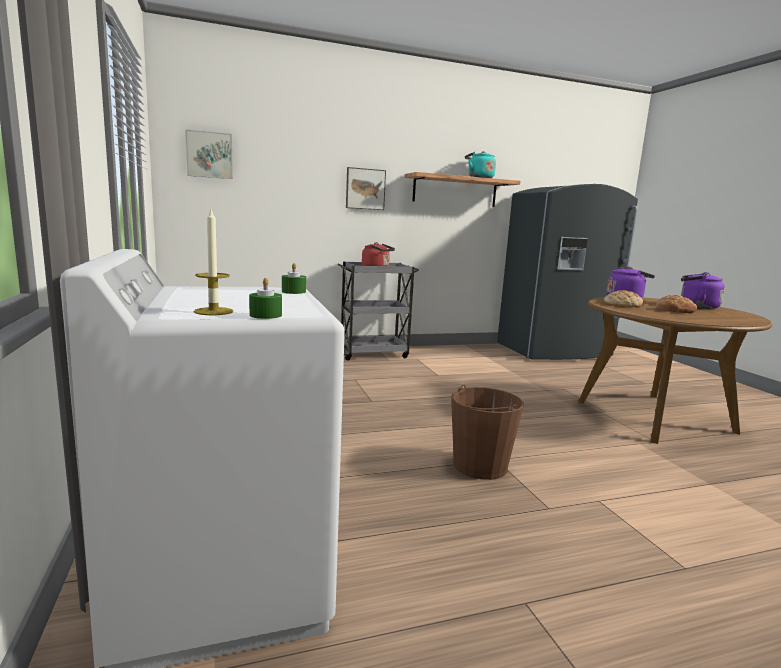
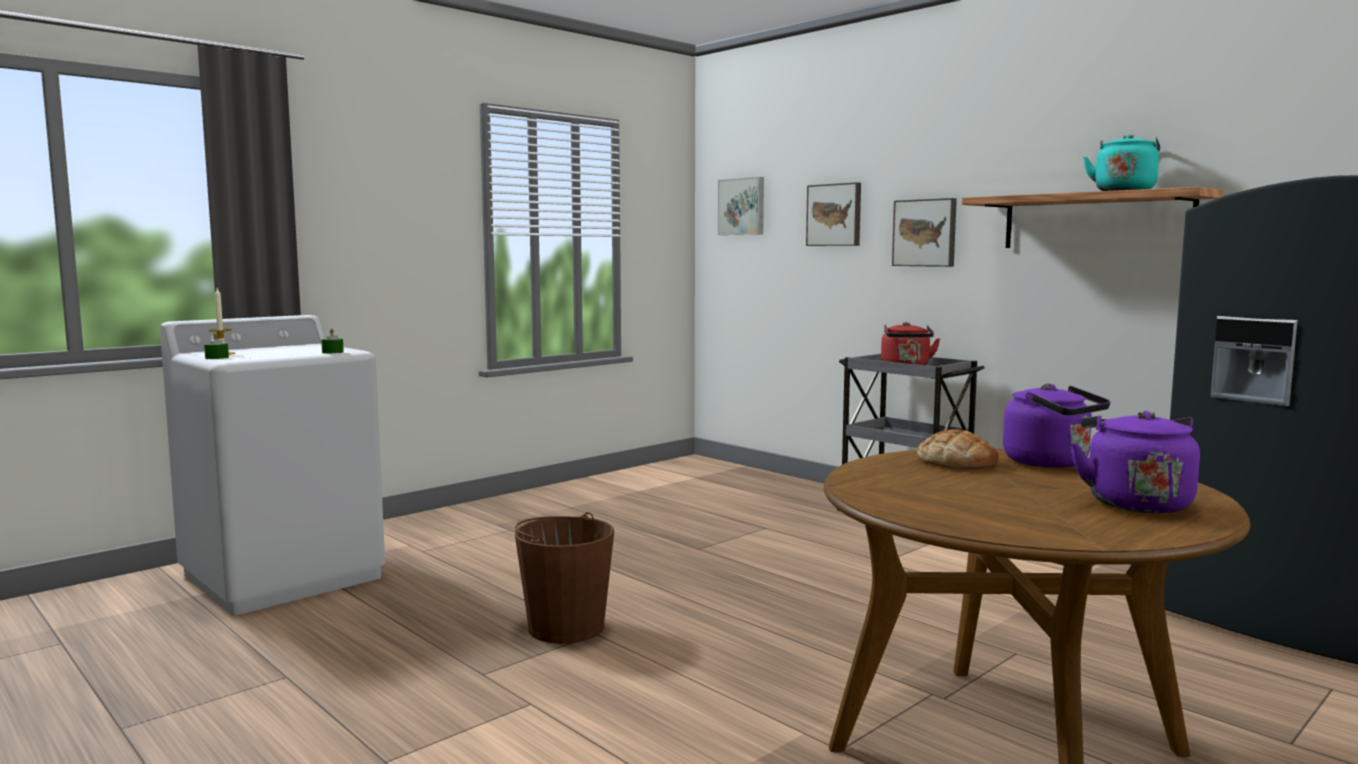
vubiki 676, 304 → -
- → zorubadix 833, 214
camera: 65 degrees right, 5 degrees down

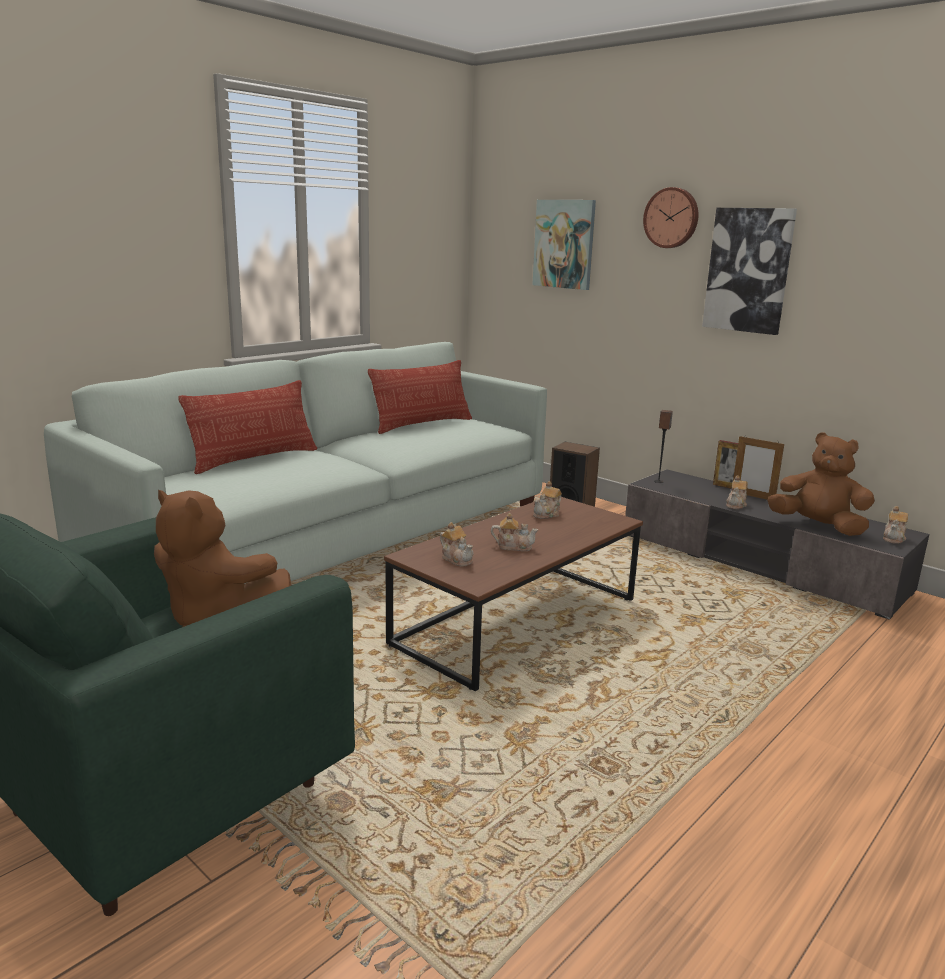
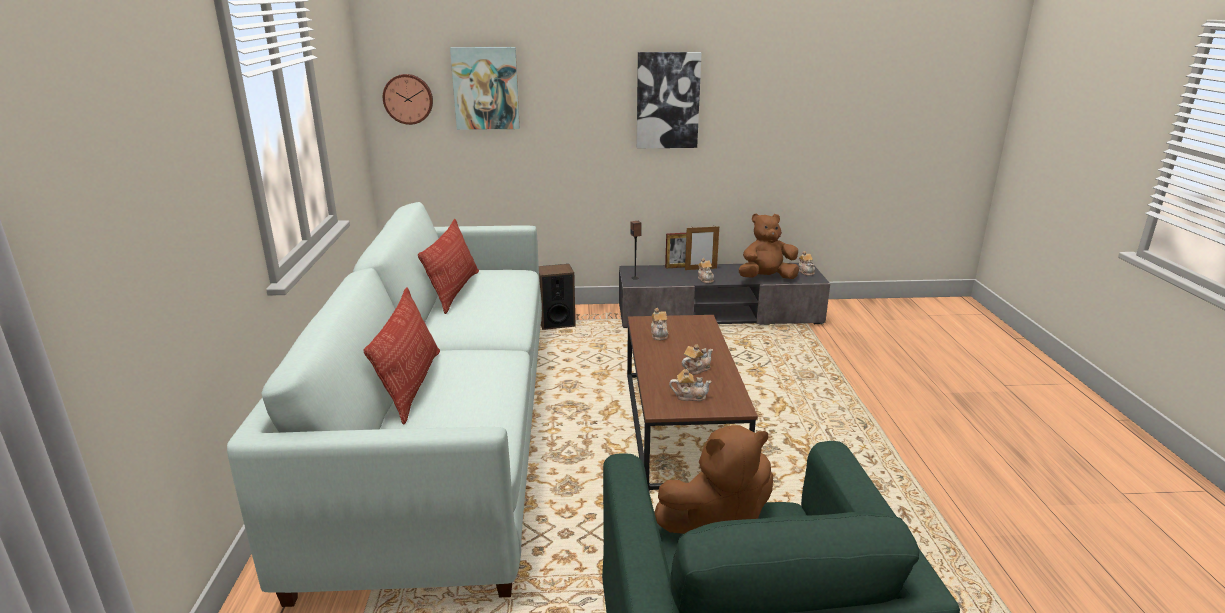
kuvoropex 670, 217 → kuvoropex 408, 99, move
camera: 45 degrees left, 5 degrees up

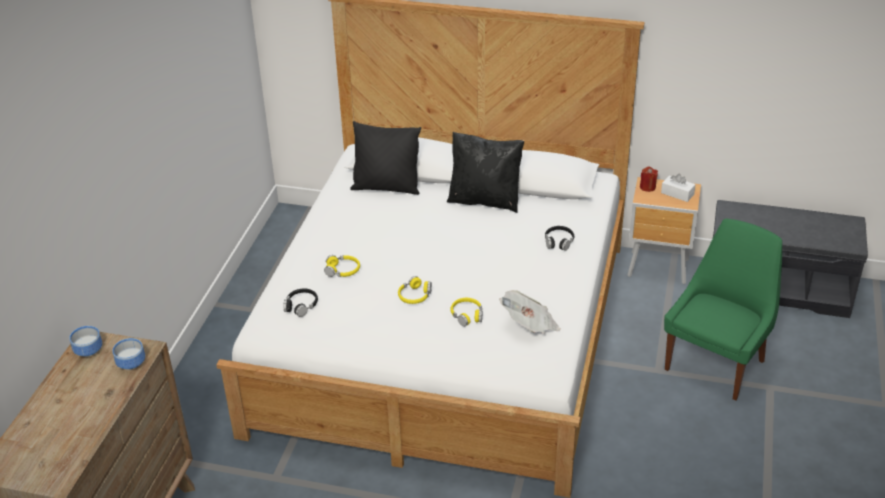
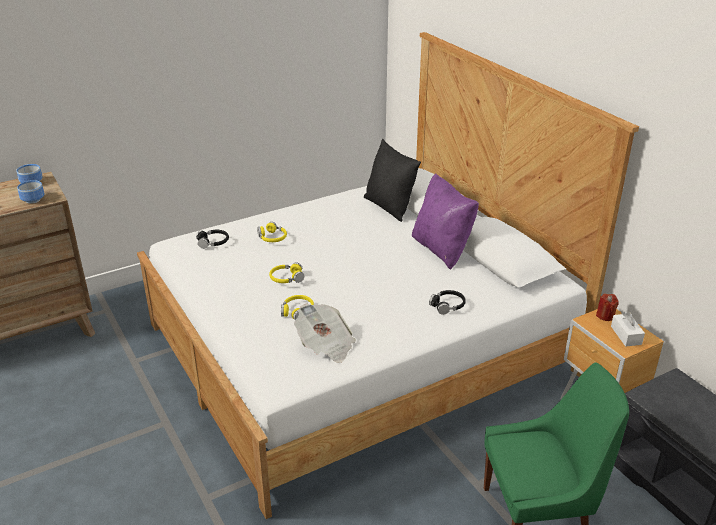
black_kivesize 485, 172 → purple_kivesize 445, 221
camera: 45 degrees right, 5 degrees down

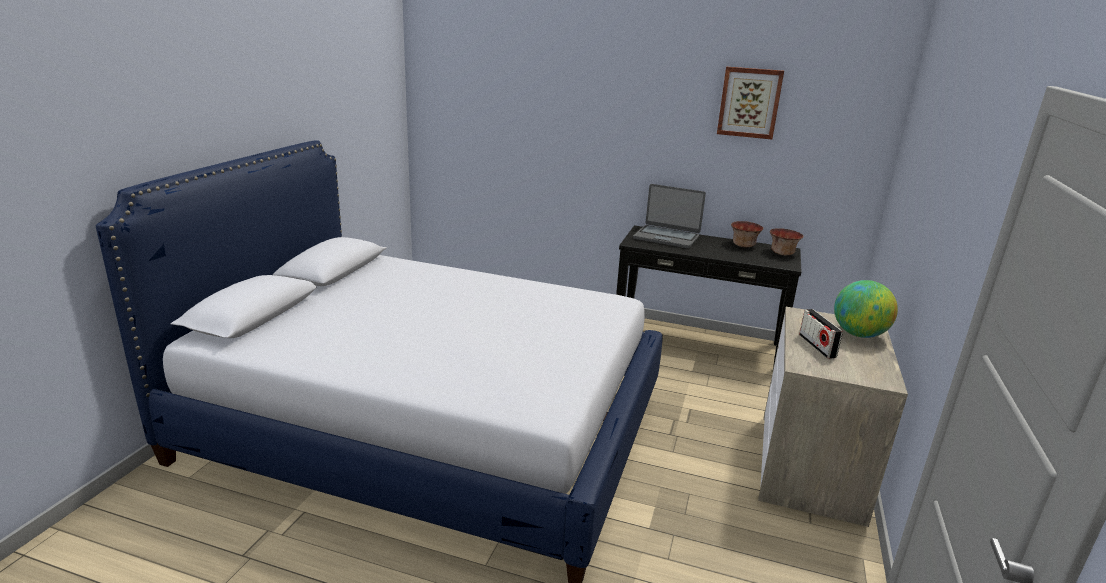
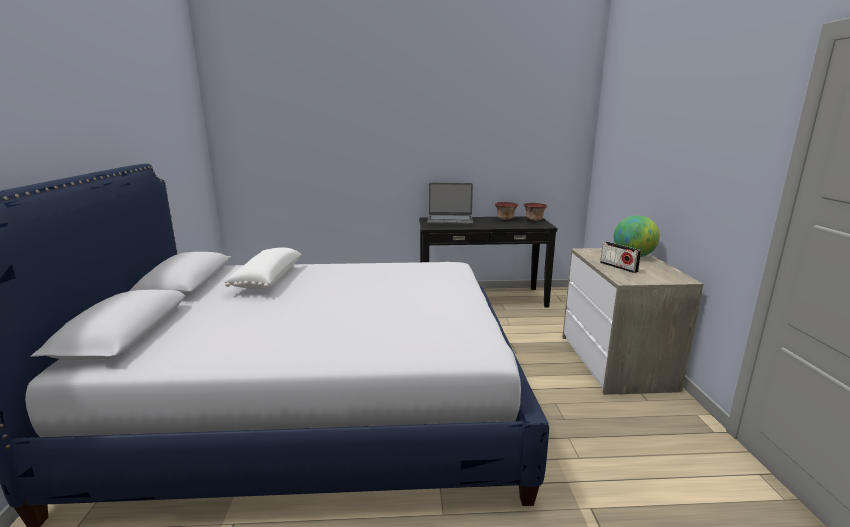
zorubadix 750, 103 → -
- → white_kivesize 262, 268
camera: 20 degrees left, 5 degrees down

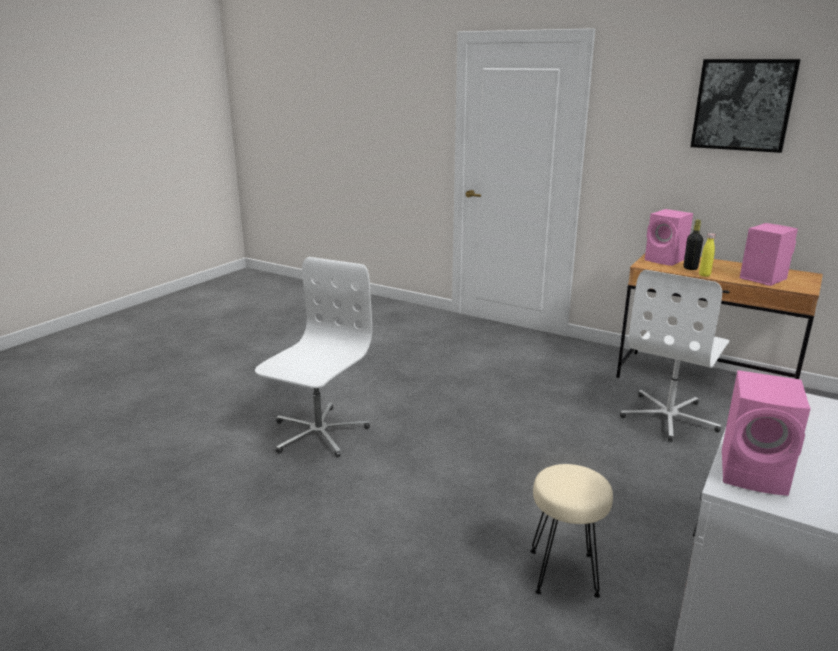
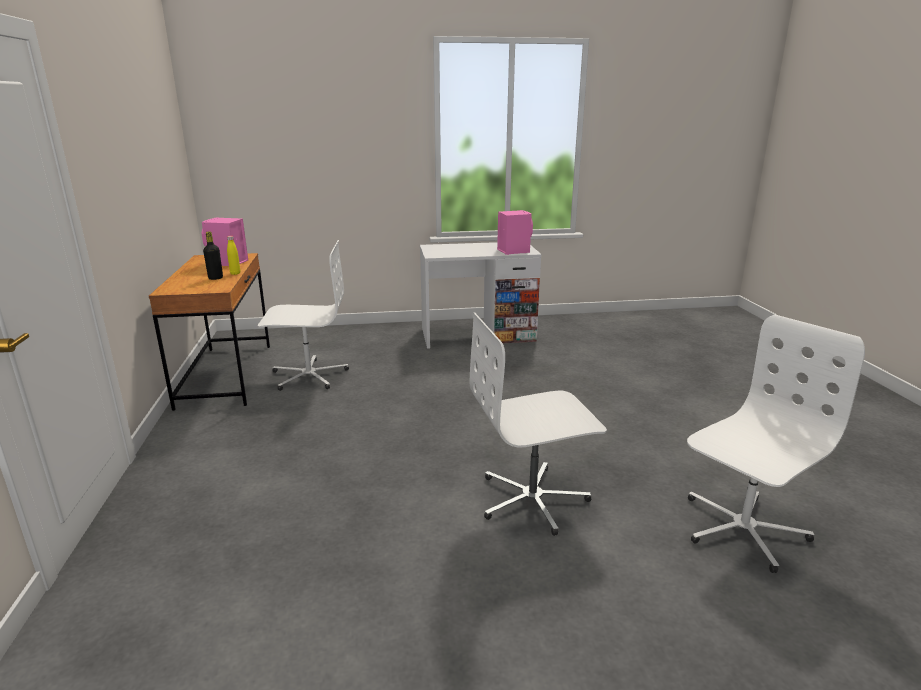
zorubadix 745, 106 → -
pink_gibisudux 669, 237 → -
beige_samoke 571, 531 → -
- → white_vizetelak 776, 444
camera: 130 degrees left, 0 degrees up

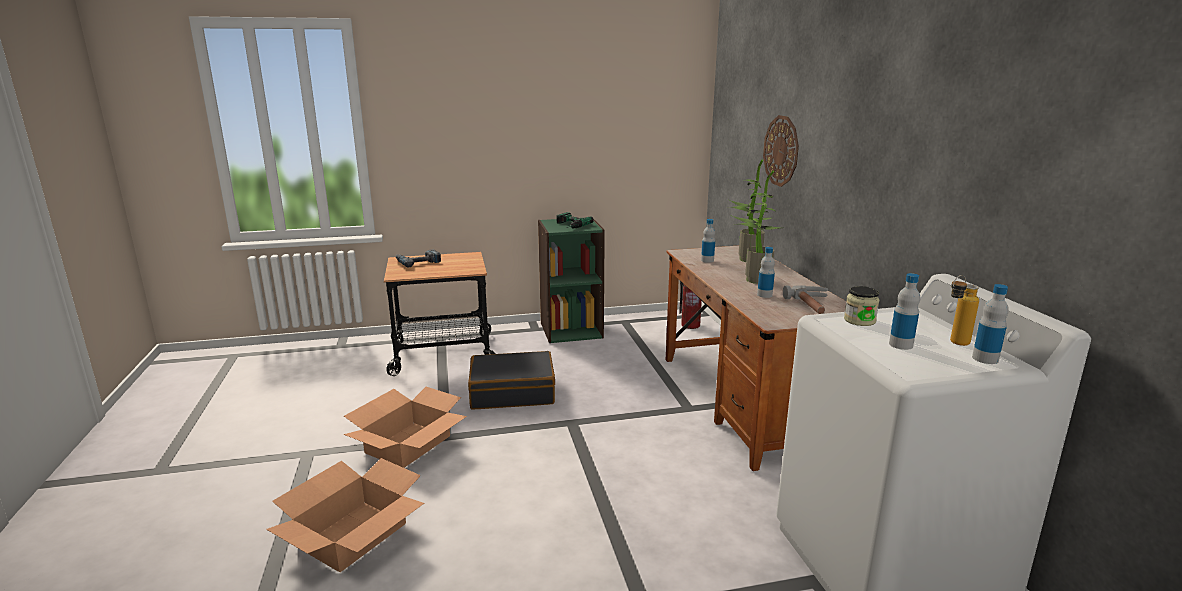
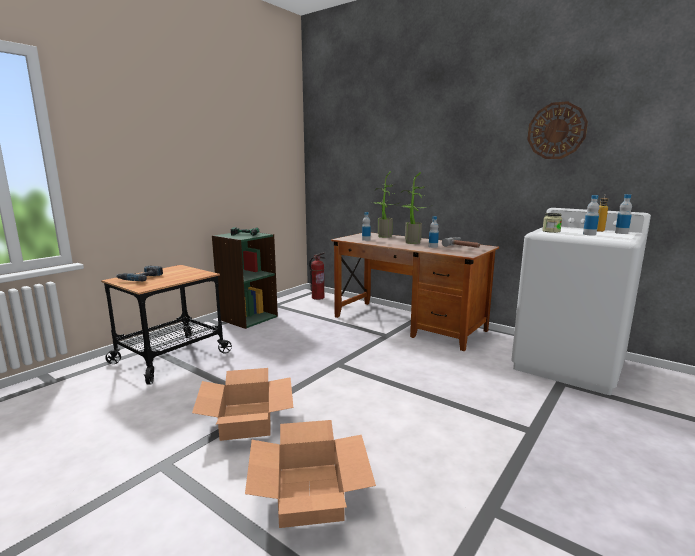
kuvoropex 781, 151 → kuvoropex 557, 130, move
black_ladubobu 511, 380 → -
camera: 40 degrees left, 5 degrees down

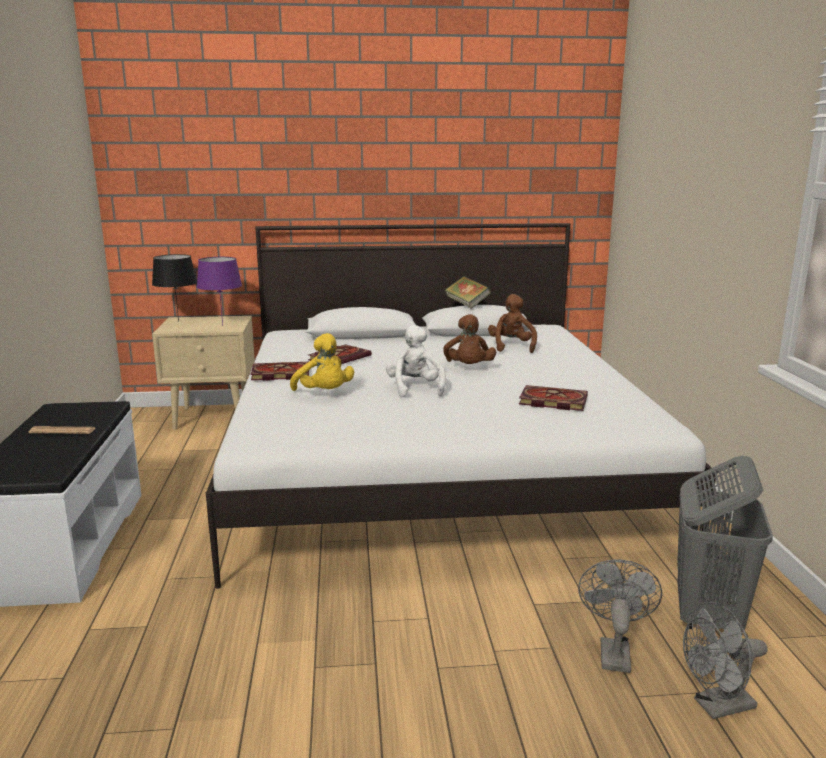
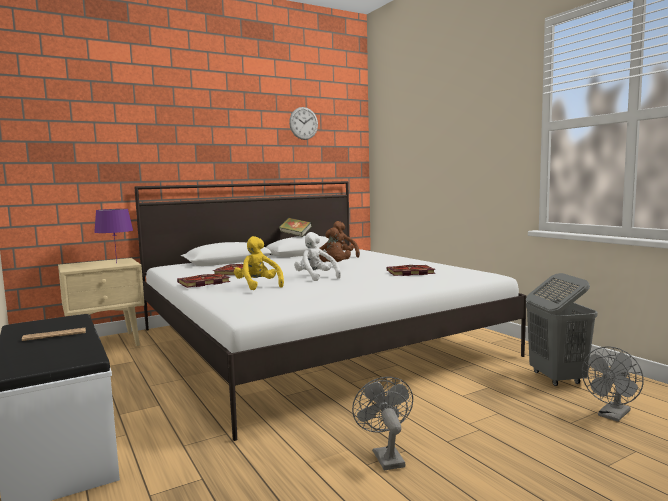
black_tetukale 174, 288 → -
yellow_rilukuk 322, 362 → yellow_rilukuk 259, 263, 150 degrees counterclockwise
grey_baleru 620, 616 → grey_baleru 382, 423, move
- → kuvoropex 303, 123
camera: 25 degrees left, 10 degrees down

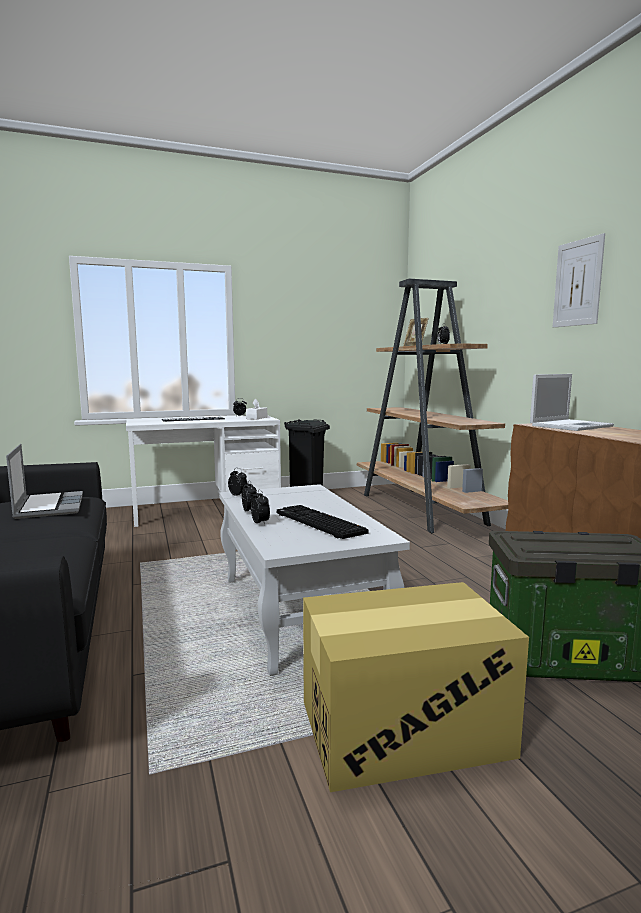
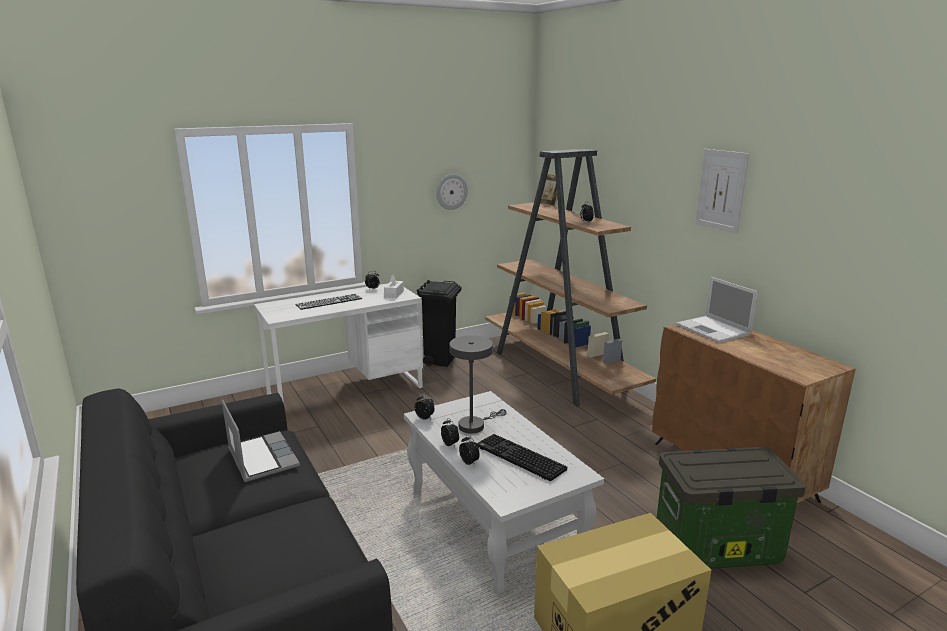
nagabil 572, 402 → nagabil 717, 310, 105 degrees clockwise
- → kuvoropex 452, 192
- → grey_tetukale 478, 384
camera: 10 degrees left, 10 degrees up

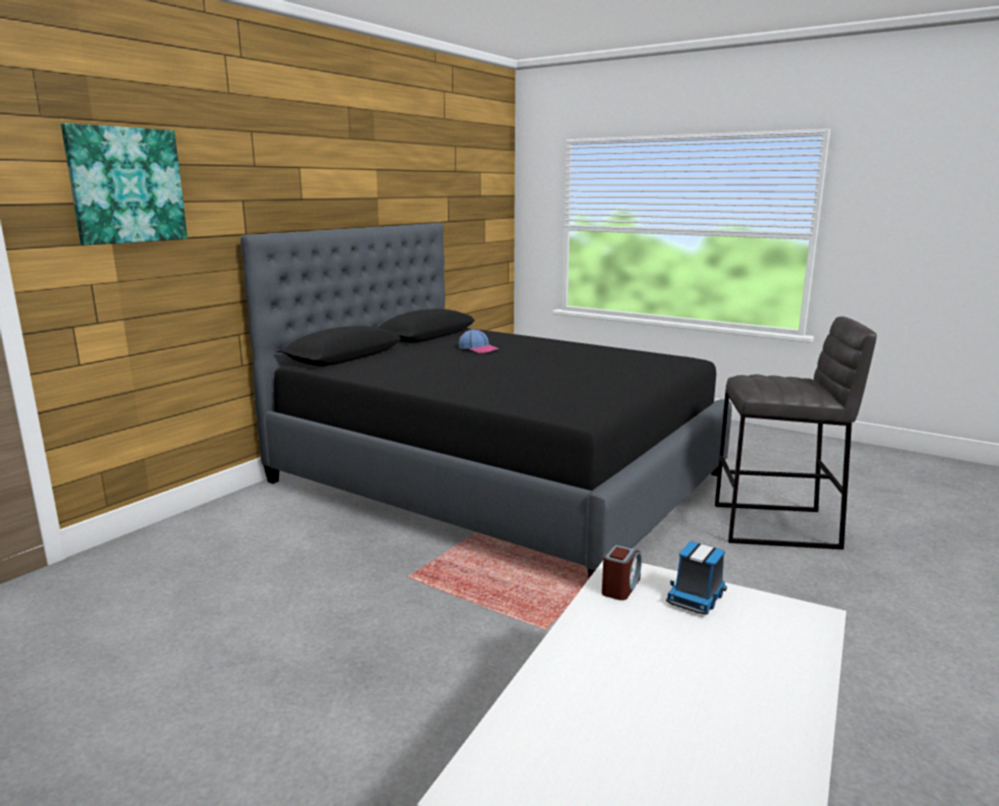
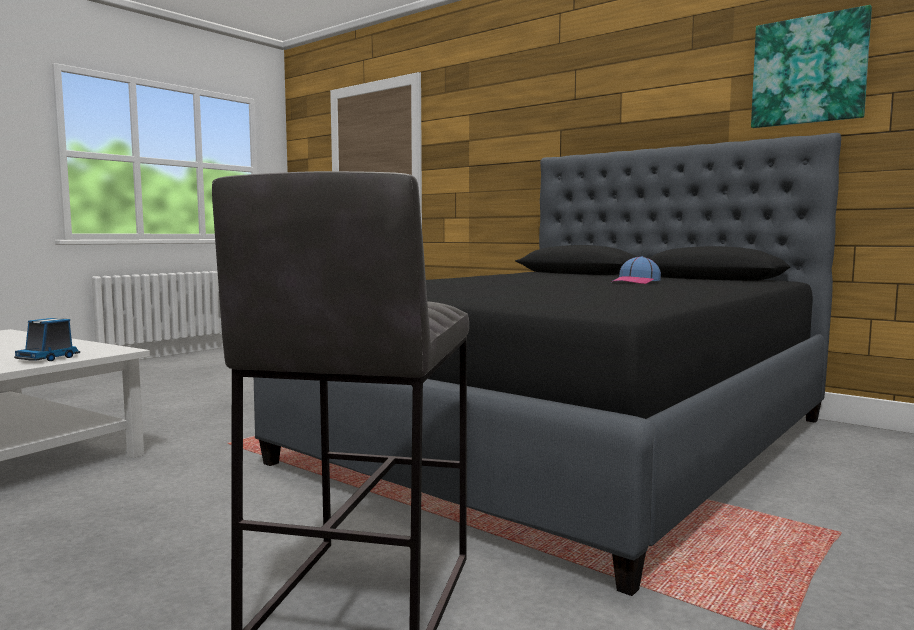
zorubadix 124, 184 → zorubadix 811, 66, move
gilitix 696, 578 → gilitix 47, 339, 105 degrees counterclockwise
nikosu 622, 572 → -
camera: 95 degrees right, 10 degrees down

